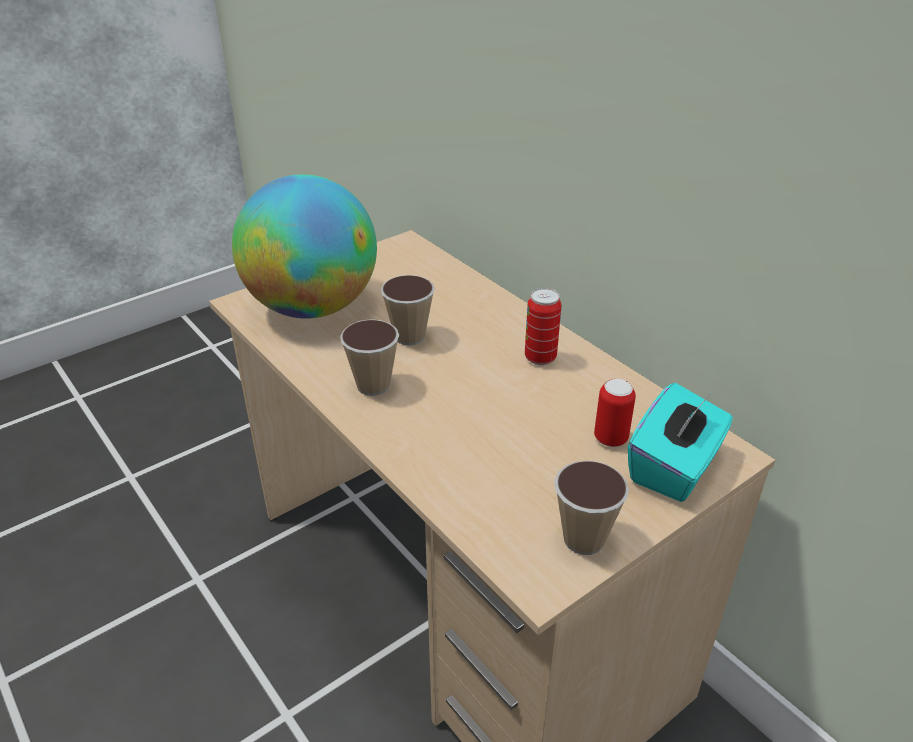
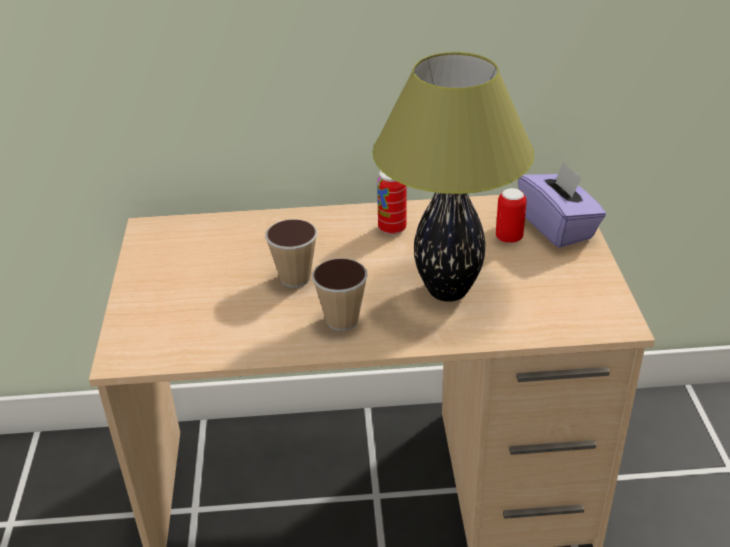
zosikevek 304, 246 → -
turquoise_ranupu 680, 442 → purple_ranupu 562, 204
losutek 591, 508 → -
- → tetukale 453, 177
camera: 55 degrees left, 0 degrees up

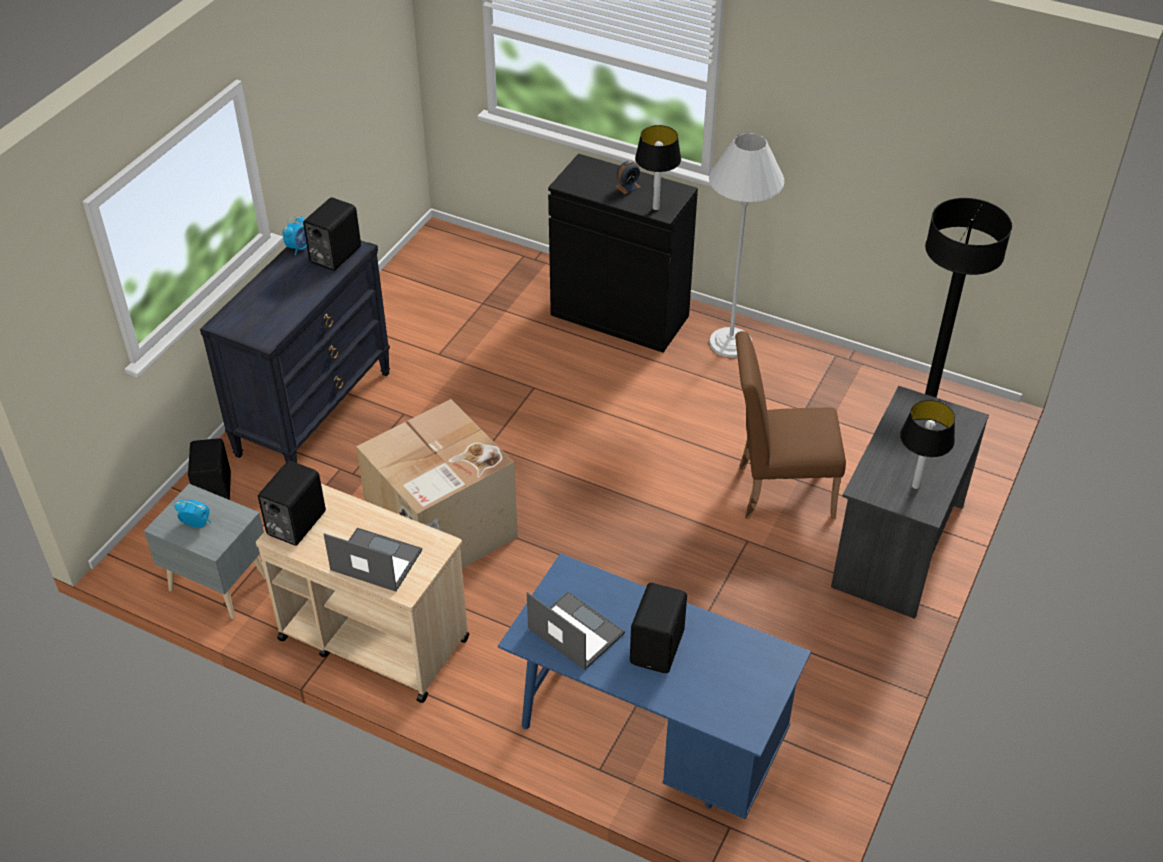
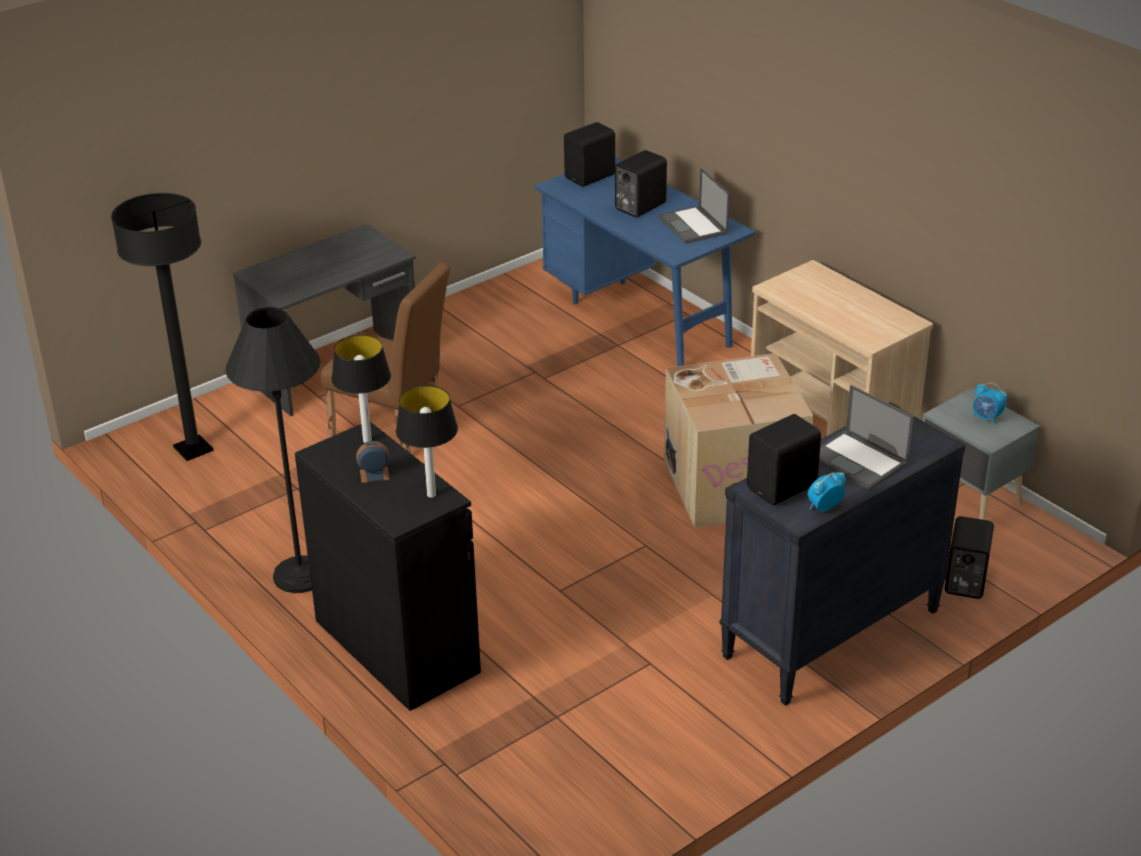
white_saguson 746, 245 → black_saguson 272, 450
tetukale 927, 444 → tetukale 427, 441, move
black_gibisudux 292, 503 → black_gibisudux 589, 154, move
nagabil 373, 560 → nagabil 866, 437, move
camera: 155 degrees left, 10 degrees down

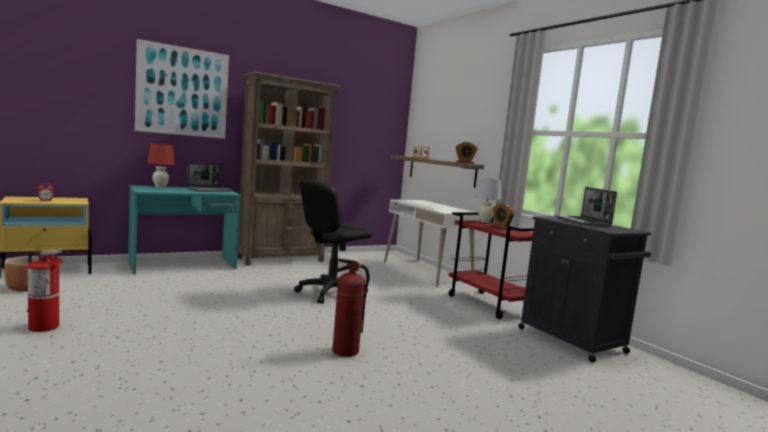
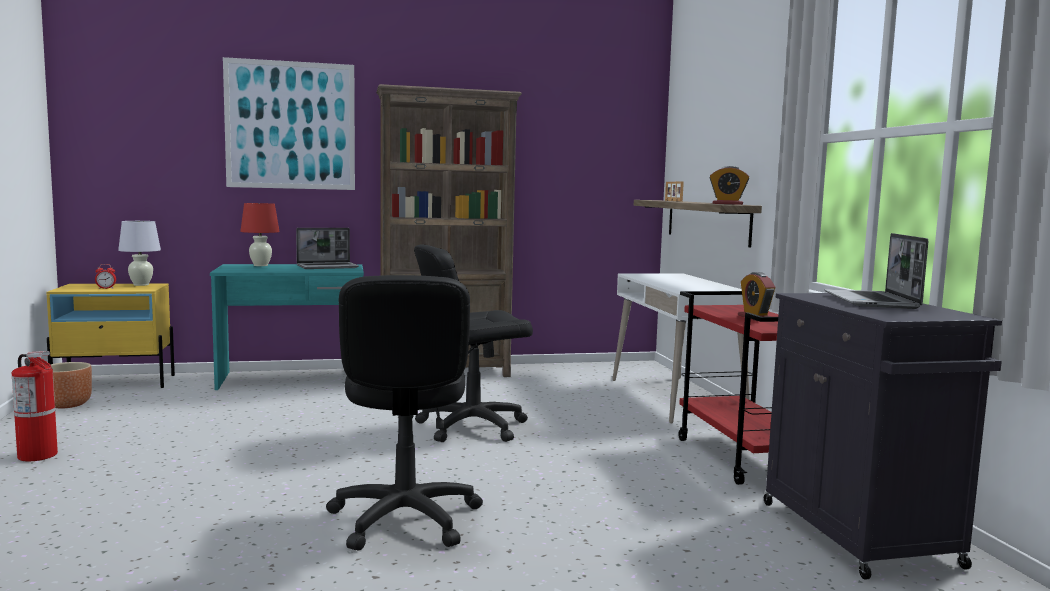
white_tetukale 488, 200 → white_tetukale 139, 253, move
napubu 350, 307 → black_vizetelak 404, 413
camera: 20 degrees right, 0 degrees up

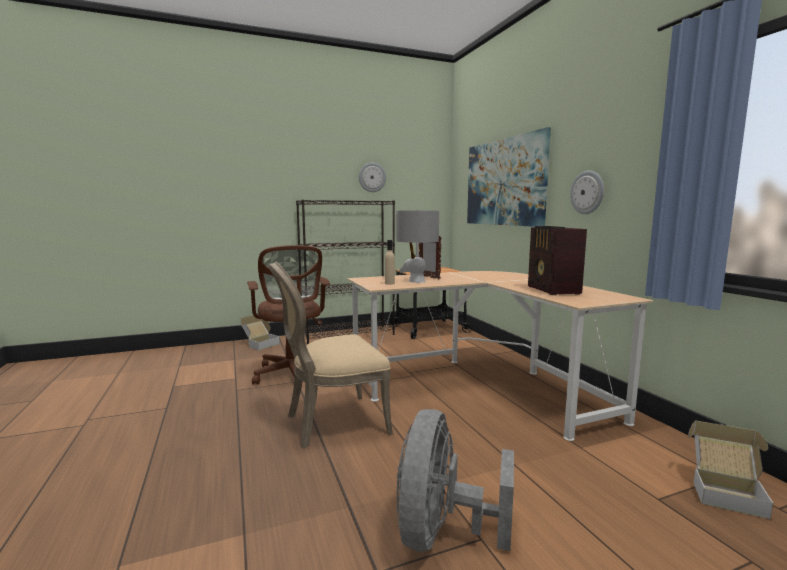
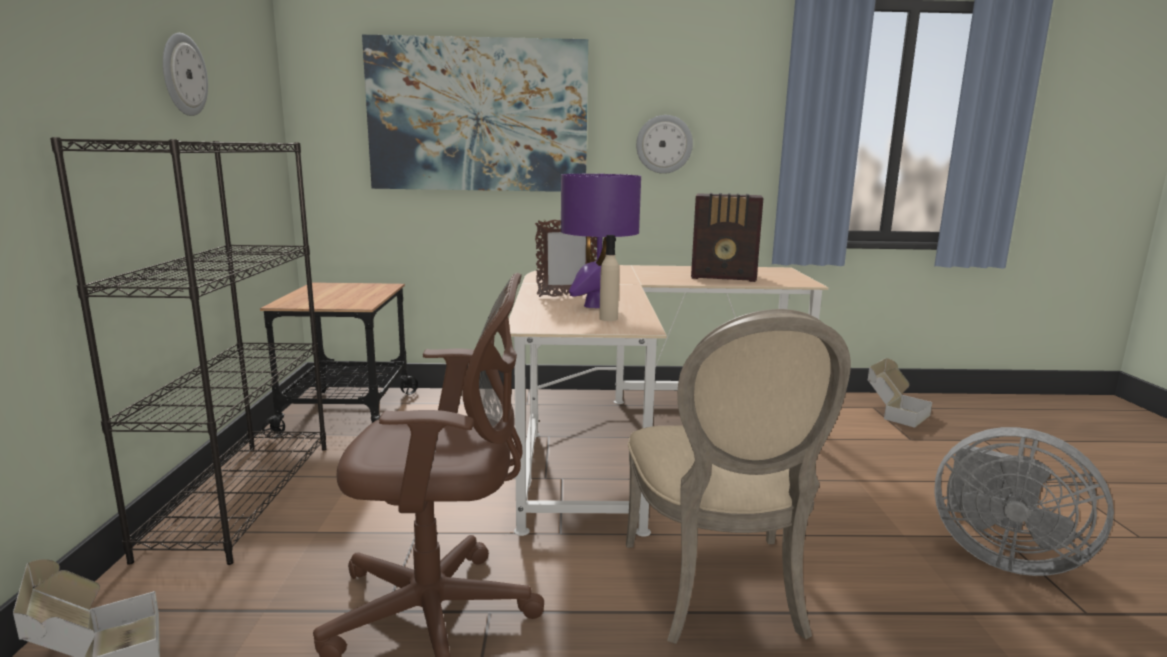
grey_tetukale 417, 246 → purple_tetukale 601, 241
camera: 70 degrees left, 5 degrees up

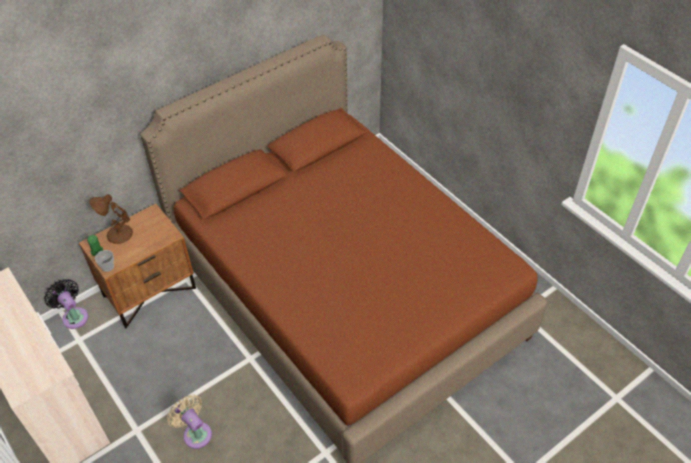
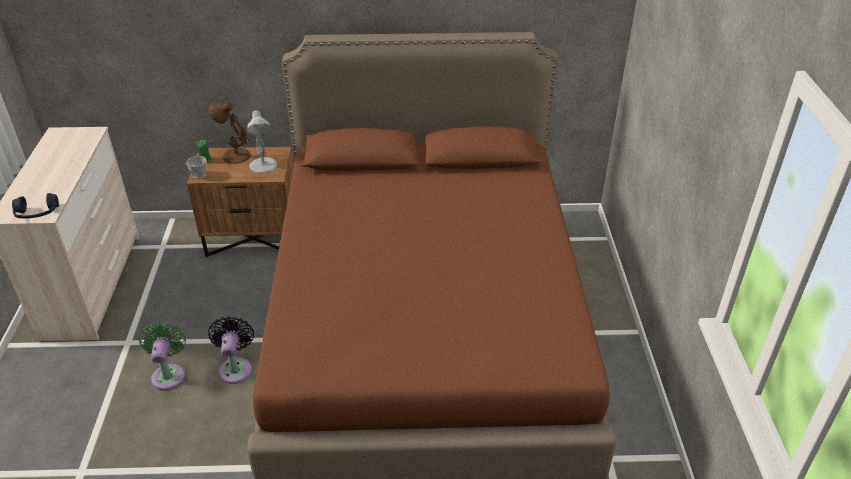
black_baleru 66, 304 → black_baleru 231, 350, move
beige_baleru 189, 421 → green_baleru 162, 356
- → white_tetukale 262, 142
- → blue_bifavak 35, 206
camera: 35 degrees right, 10 degrees down

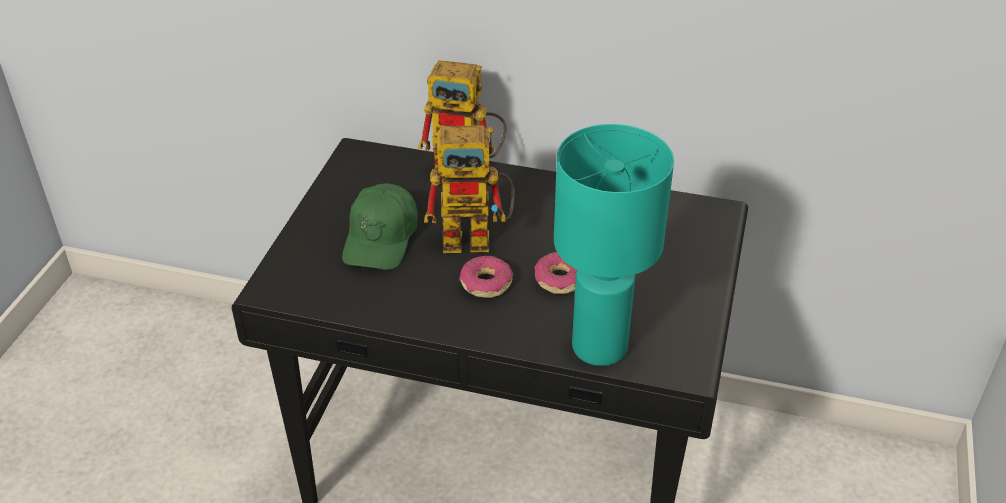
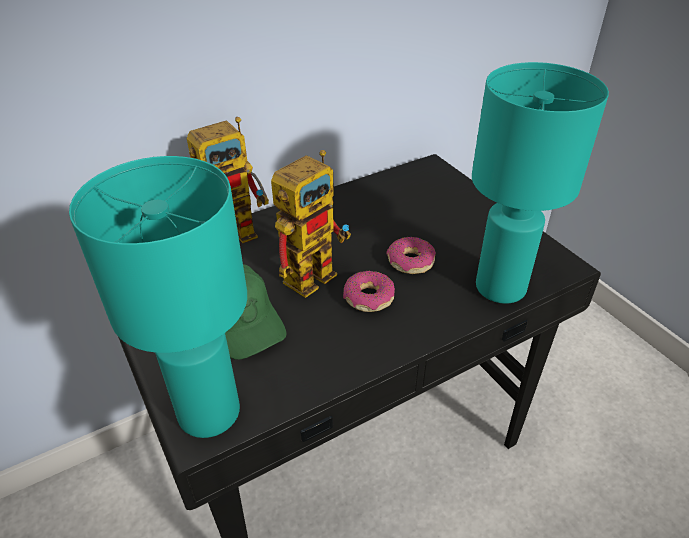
- → turquoise_tetukale 158, 297
camera: 45 degrees left, 0 degrees up

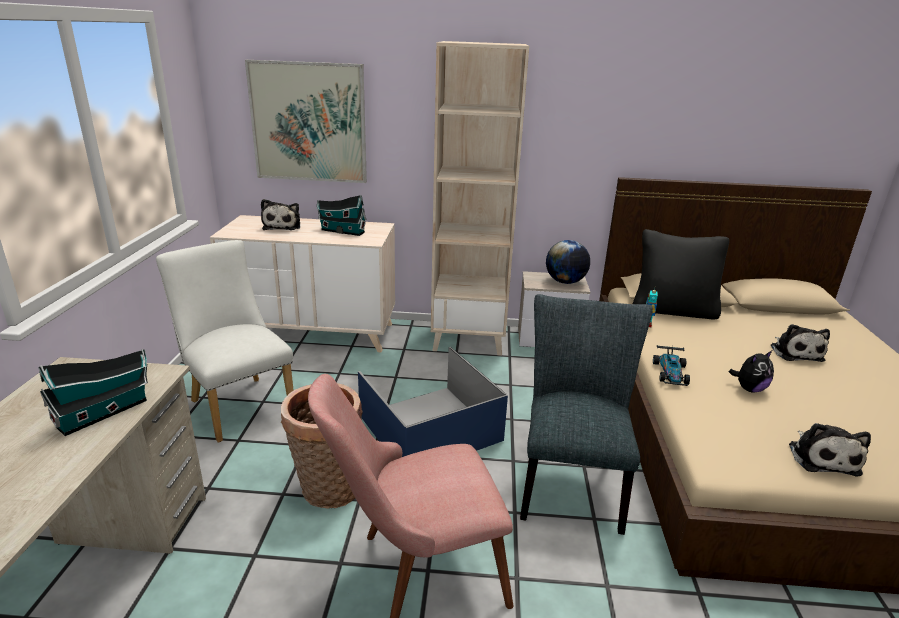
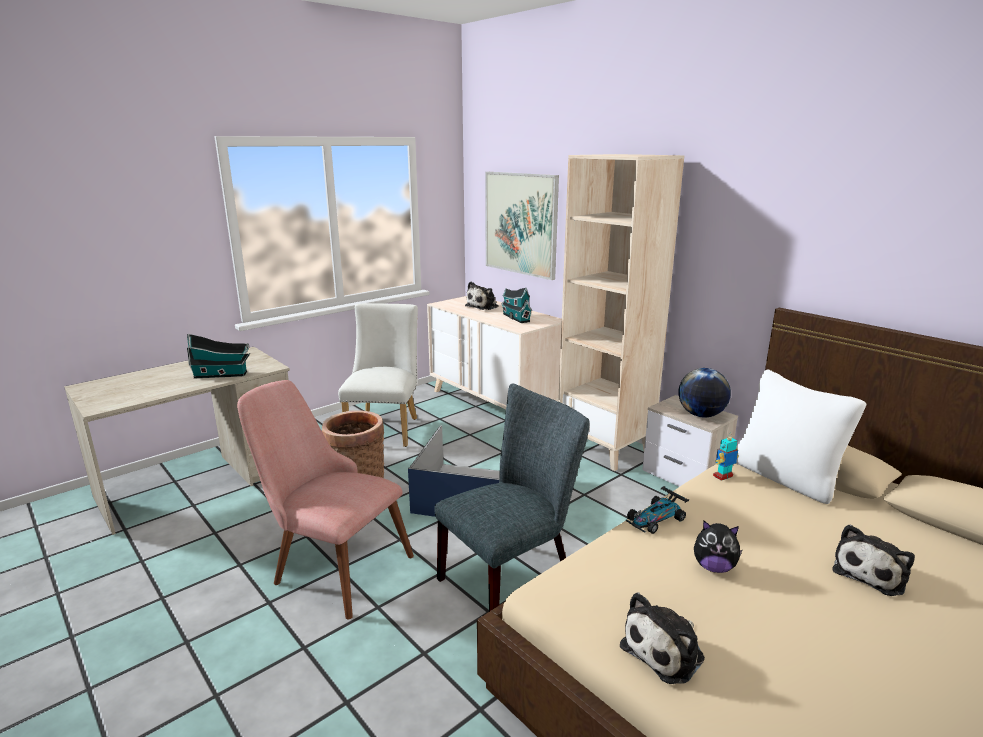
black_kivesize 681, 274 → white_kivesize 801, 436
camera: 45 degrees right, 5 degrees down

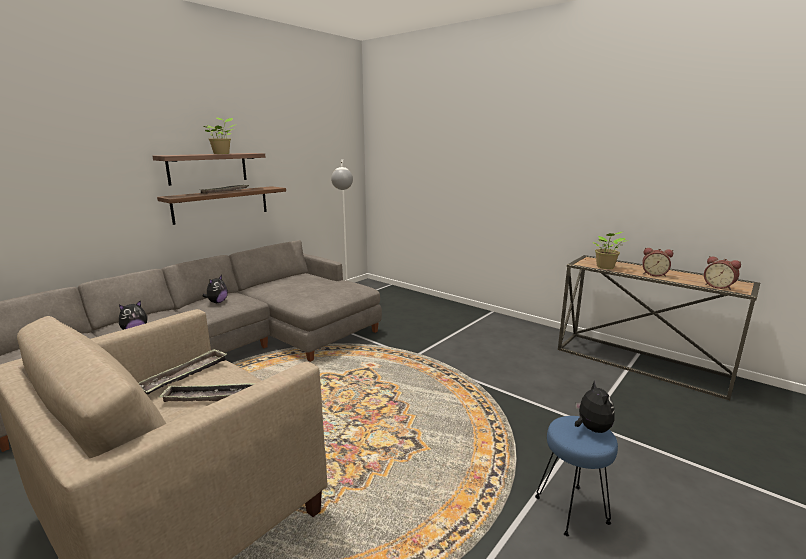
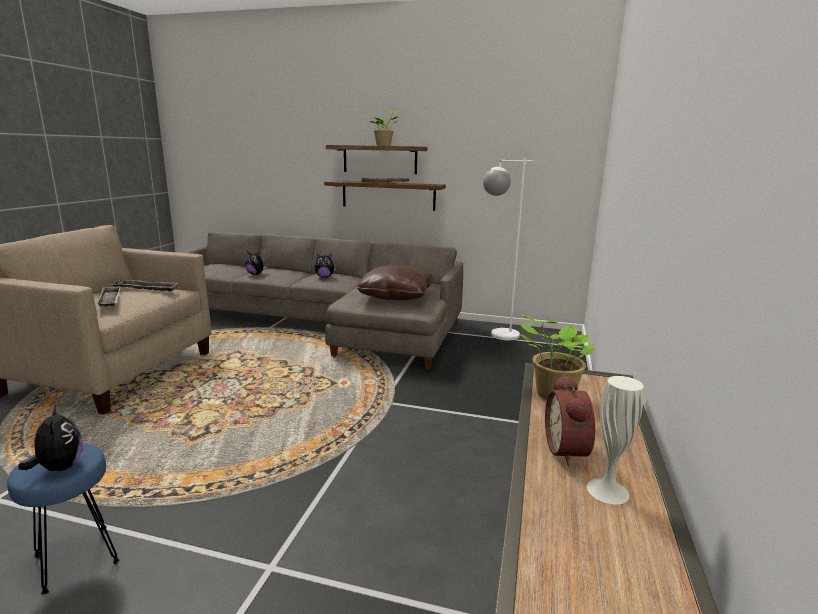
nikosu 722, 273 → -
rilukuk 594, 406 → rilukuk 50, 438, 90 degrees counterclockwise
- → brown_kivesize 395, 282
- → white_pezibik 615, 440
camera: 65 degrees right, 0 degrees up

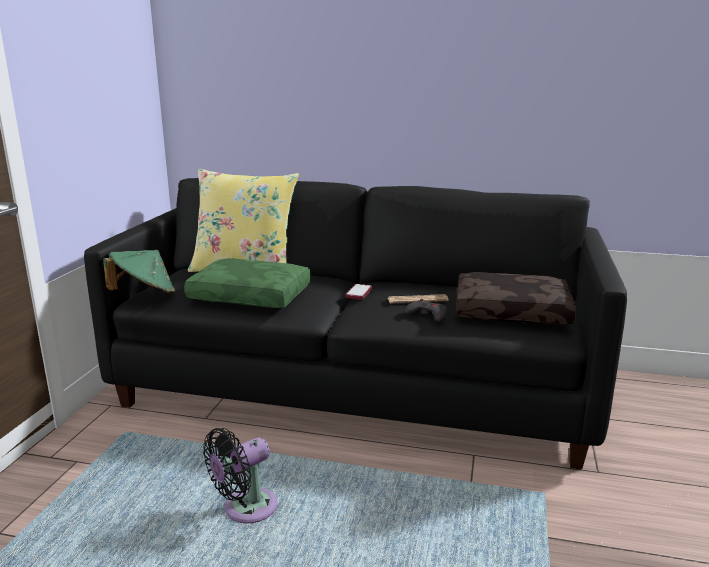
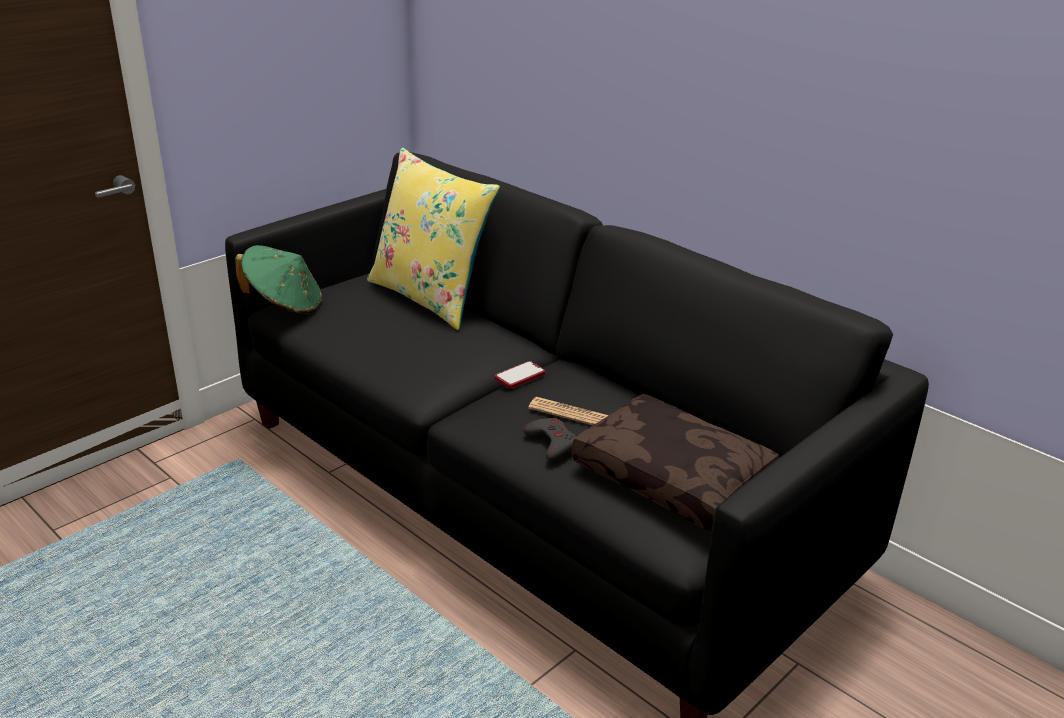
green_kivesize 247, 283 → -
black_baleru 240, 476 → -
camera: 30 degrees right, 10 degrees up

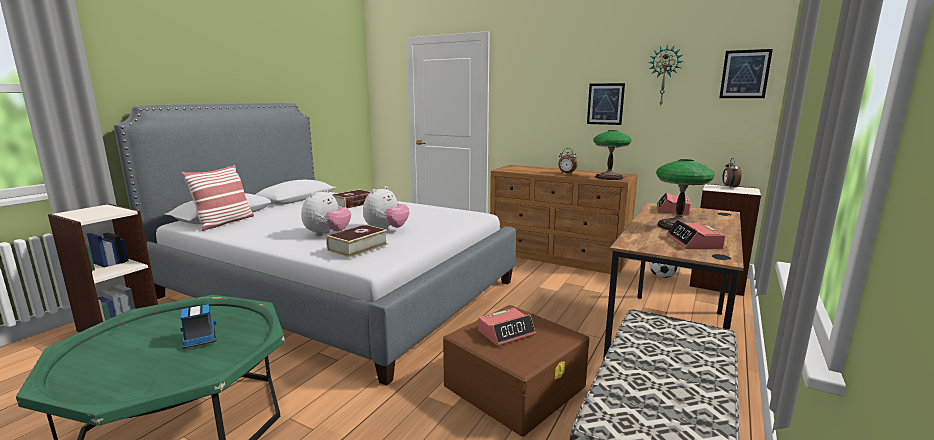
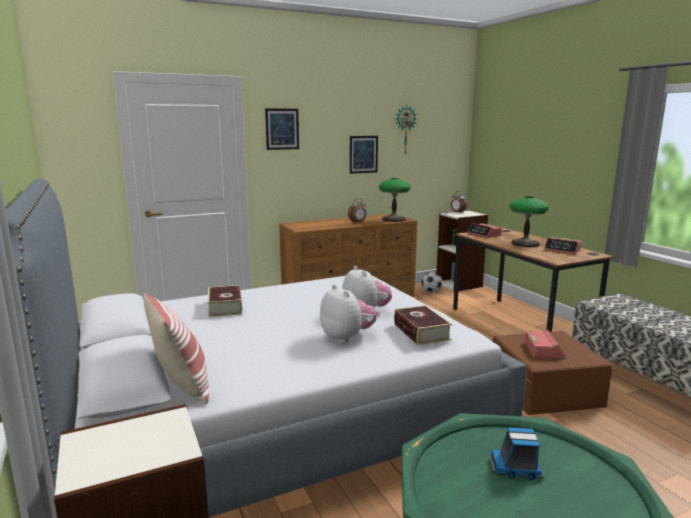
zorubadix 746, 73 → zorubadix 282, 129, move
camera: 55 degrees left, 0 degrees up

